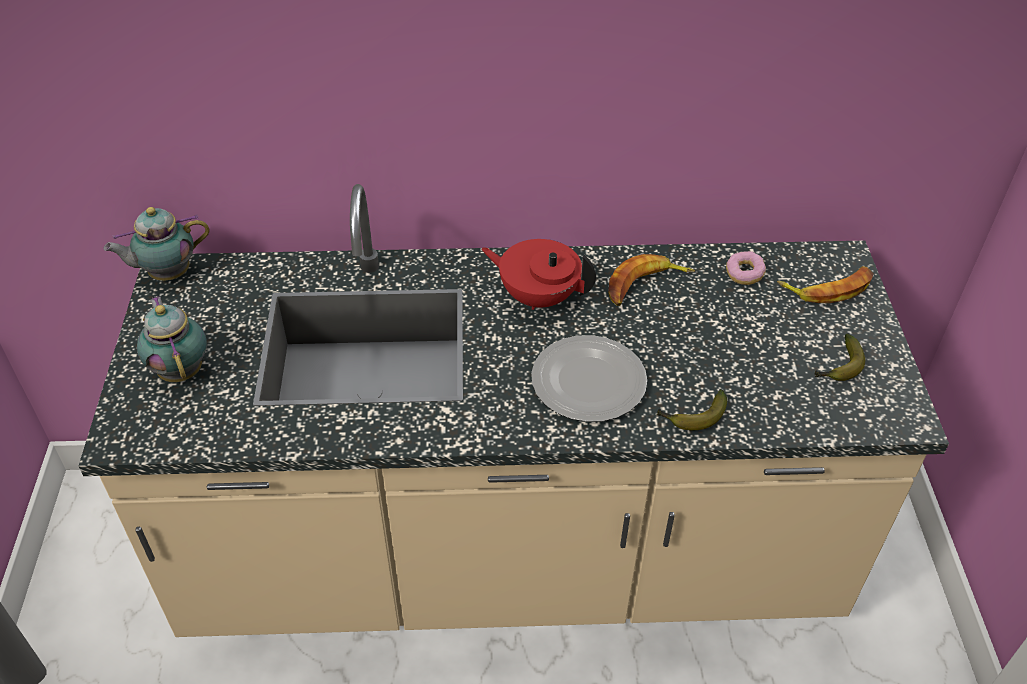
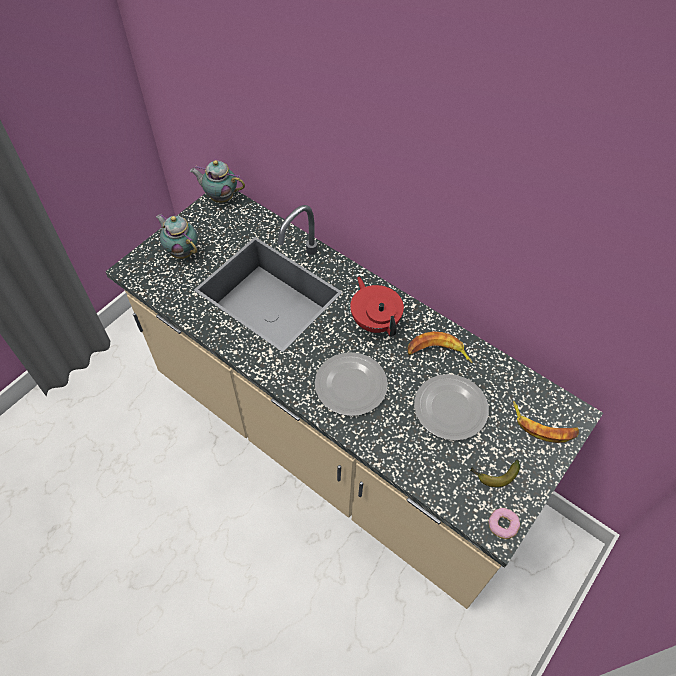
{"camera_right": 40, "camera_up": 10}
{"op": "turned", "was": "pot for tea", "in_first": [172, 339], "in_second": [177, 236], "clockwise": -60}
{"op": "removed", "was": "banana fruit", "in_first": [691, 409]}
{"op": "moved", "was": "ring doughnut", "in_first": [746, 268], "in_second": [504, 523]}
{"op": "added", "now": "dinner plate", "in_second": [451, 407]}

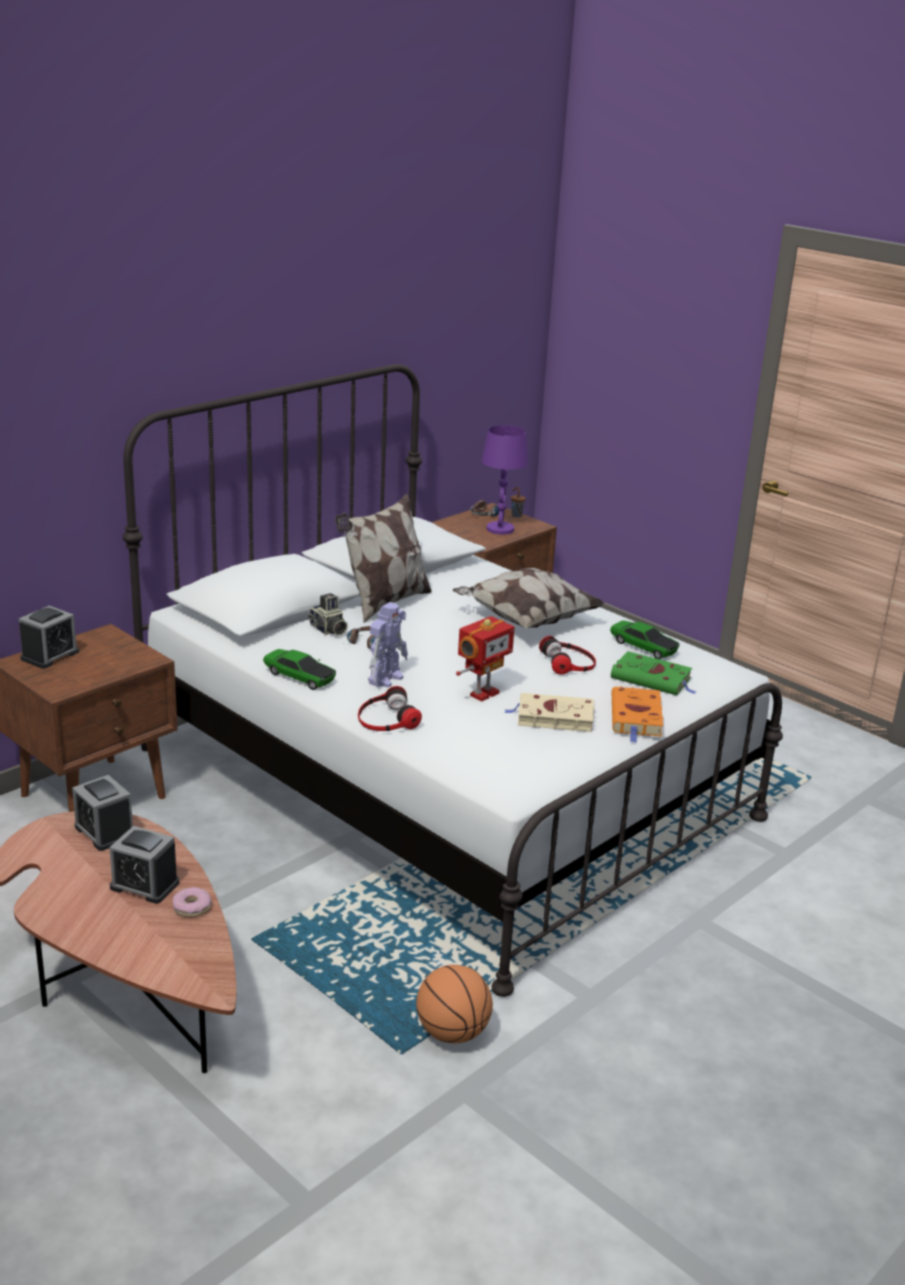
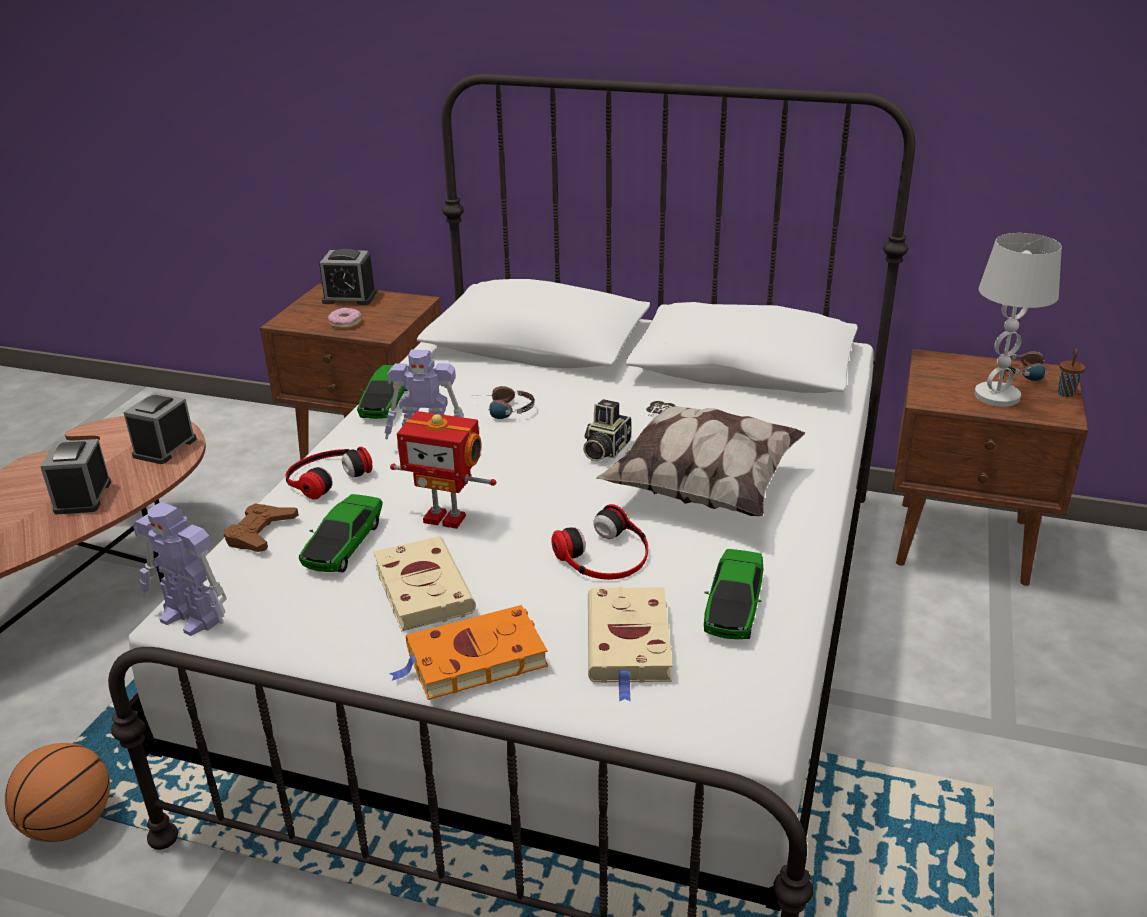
{"camera_right": 65, "camera_up": 5}
{"op": "moved", "was": "ring doughnut", "in_first": [191, 902], "in_second": [344, 318]}
{"op": "moved", "was": "still camera", "in_first": [328, 614], "in_second": [607, 430]}
{"op": "removed", "was": "pillow", "in_first": [383, 558]}
{"op": "recoloured", "was": "purple tabletop lamp", "now": "whitish tabletop lamp", "in_first": [505, 480], "in_second": [1018, 320]}
{"op": "recoloured", "was": "green volume", "now": "beige-coloured volume", "in_first": [653, 673], "in_second": [630, 644]}
{"op": "added", "now": "robot figure", "in_second": [180, 569]}
{"op": "added", "now": "brownish gamepad", "in_second": [261, 527]}
{"op": "added", "now": "toy car", "in_second": [341, 533]}

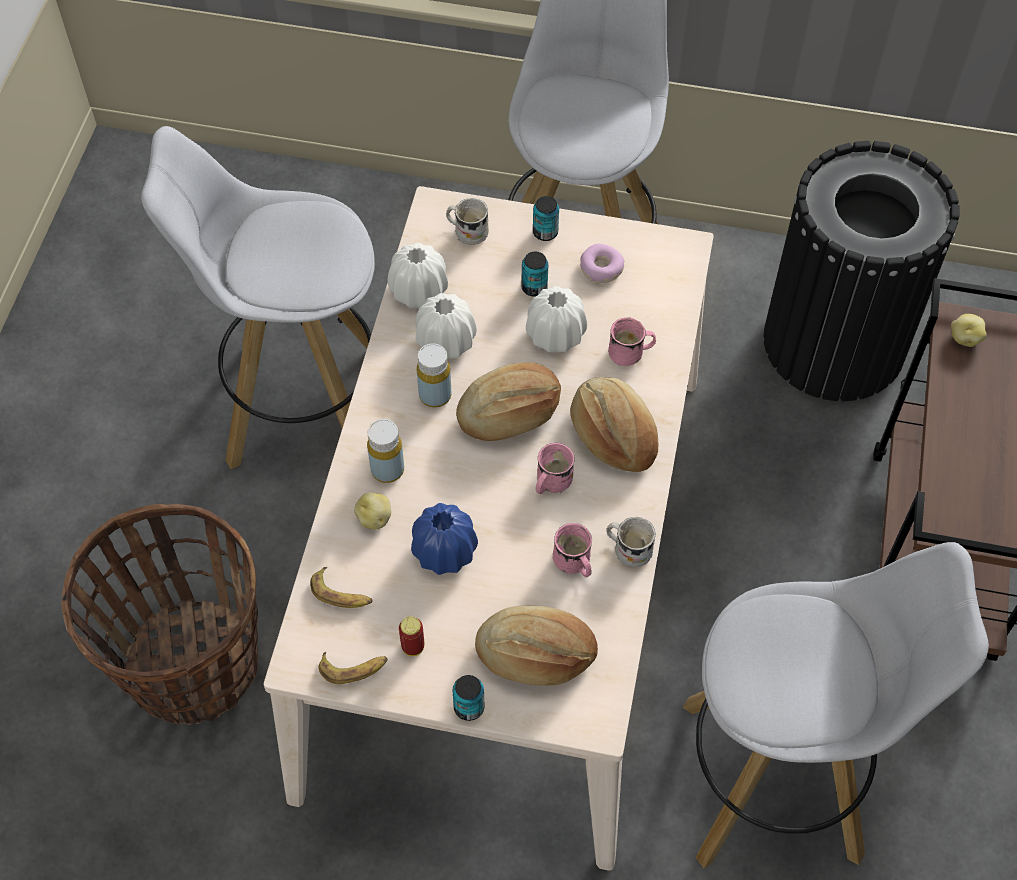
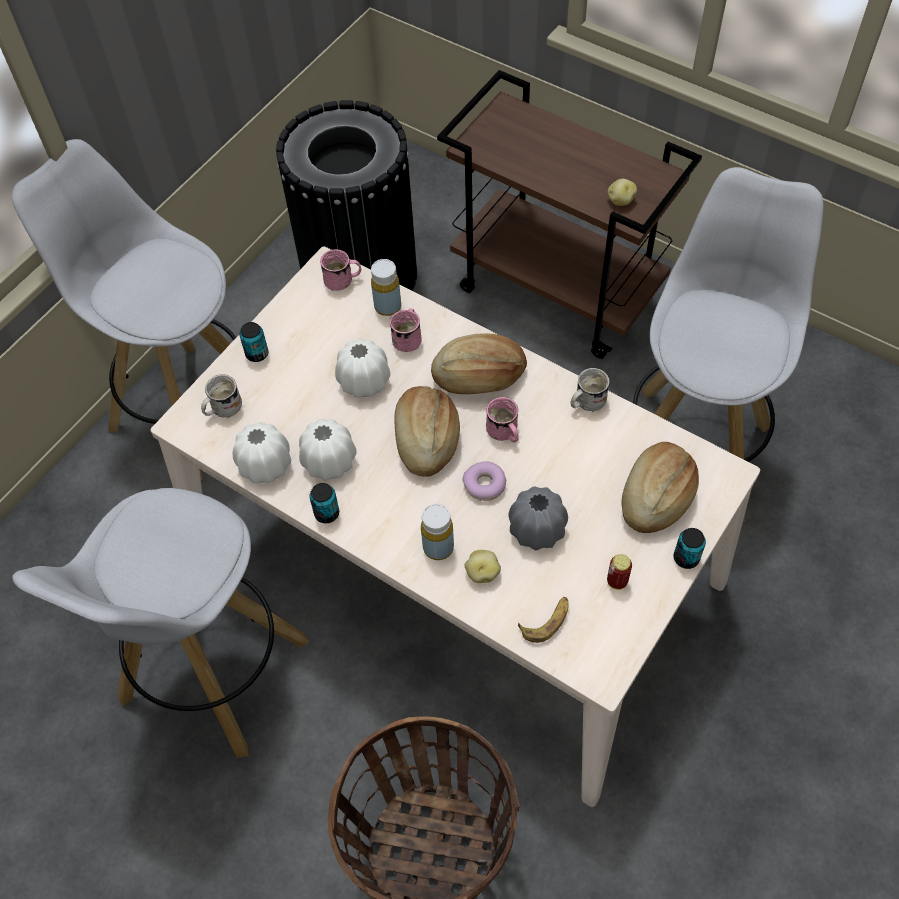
{"camera_right": -65, "camera_up": 0}
{"op": "removed", "was": "banana fruit", "in_first": [353, 667]}
{"op": "recoloured", "was": "blue vase", "now": "grey vase", "in_first": [444, 539], "in_second": [538, 518]}
{"op": "moved", "was": "yellowish bottle", "in_first": [434, 375], "in_second": [386, 287]}
{"op": "moved", "was": "metal can", "in_first": [534, 274], "in_second": [324, 503]}
{"op": "moved", "was": "pink mug", "in_first": [572, 550], "in_second": [340, 270]}
{"op": "moved", "was": "ring doughnut", "in_first": [602, 263], "in_second": [484, 481]}
{"op": "moved", "was": "whole potato", "in_first": [969, 330], "in_second": [622, 192]}

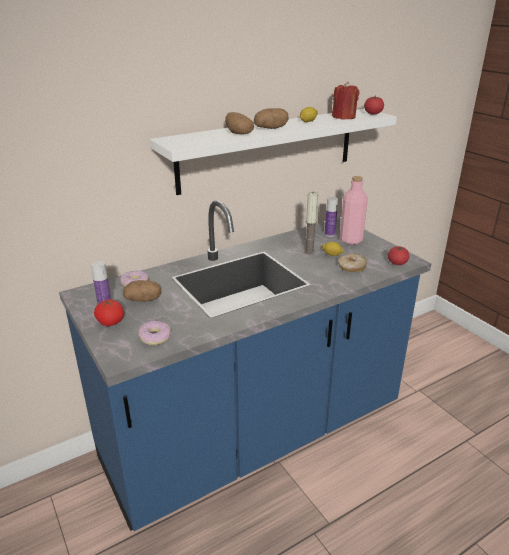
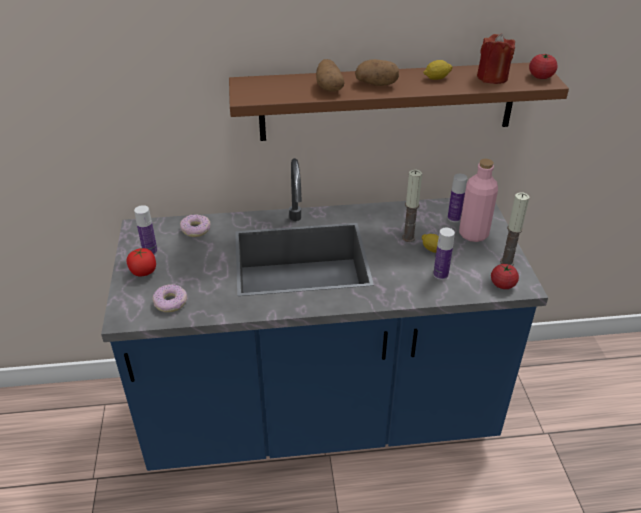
{"camera_right": 25, "camera_up": 10}
{"op": "removed", "was": "whole potato", "in_first": [142, 291]}
{"op": "recoloured", "was": "whitish shelf", "now": "brownish shelf", "in_first": [273, 152], "in_second": [399, 102]}
{"op": "replaced", "was": "ring doughnut", "now": "bottle", "in_first": [352, 262], "in_second": [444, 254]}
{"op": "added", "now": "wax light", "in_second": [514, 229]}

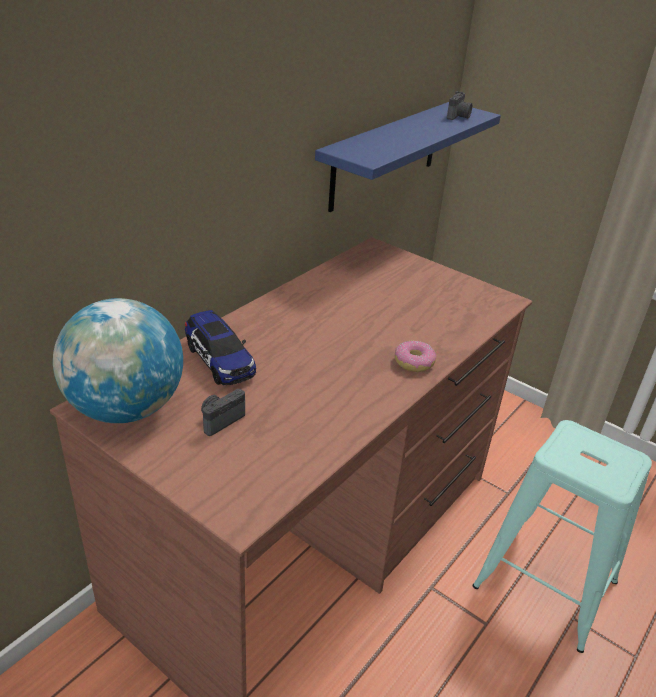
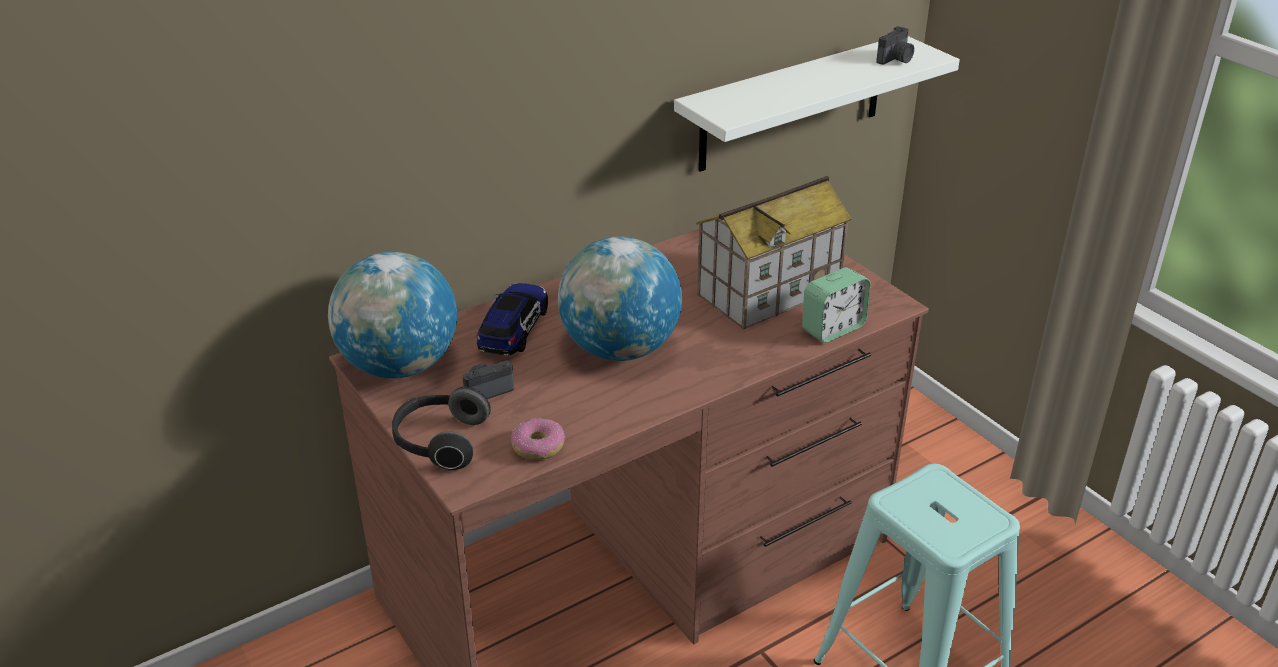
{"camera_right": 20, "camera_up": 0}
{"op": "turned", "was": "toy car", "in_first": [220, 347], "in_second": [512, 319], "clockwise": -150}
{"op": "recoloured", "was": "blue shelf", "now": "whitish shelf", "in_first": [408, 157], "in_second": [817, 104]}
{"op": "moved", "was": "ring doughnut", "in_first": [415, 356], "in_second": [538, 439]}
{"op": "added", "now": "headset", "in_second": [441, 428]}
{"op": "added", "now": "world globe", "in_second": [620, 299]}
{"op": "added", "now": "model house", "in_second": [774, 253]}
{"op": "added", "now": "bedside clock", "in_second": [836, 305]}

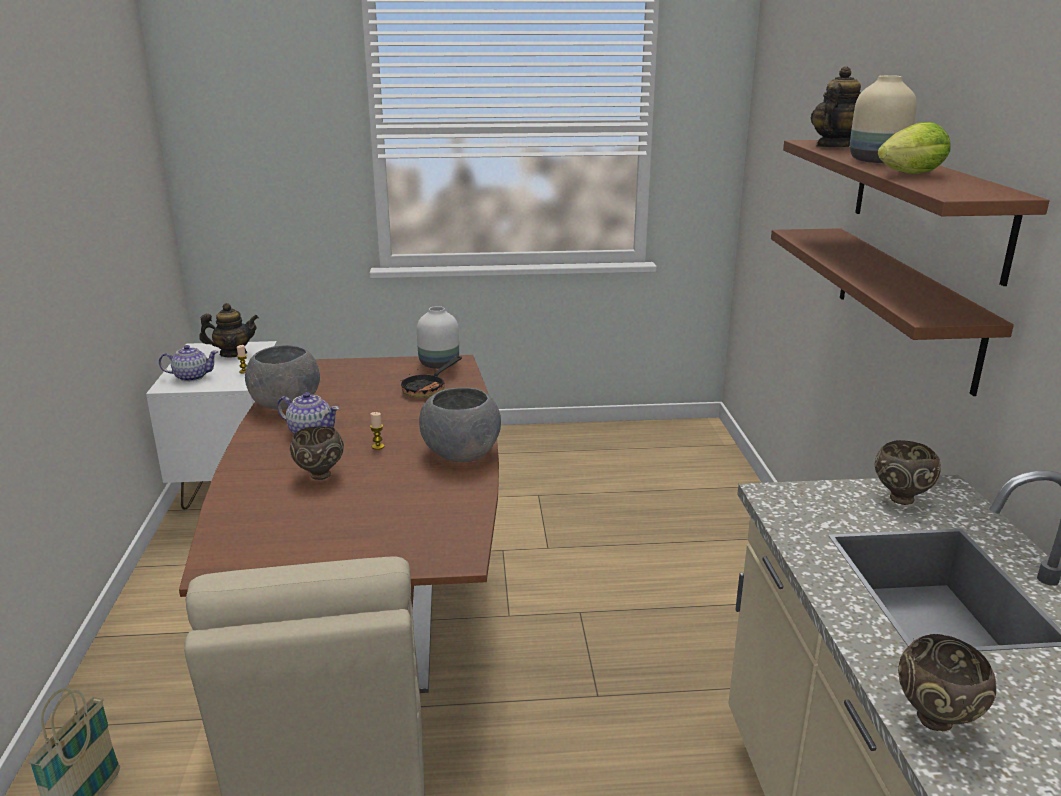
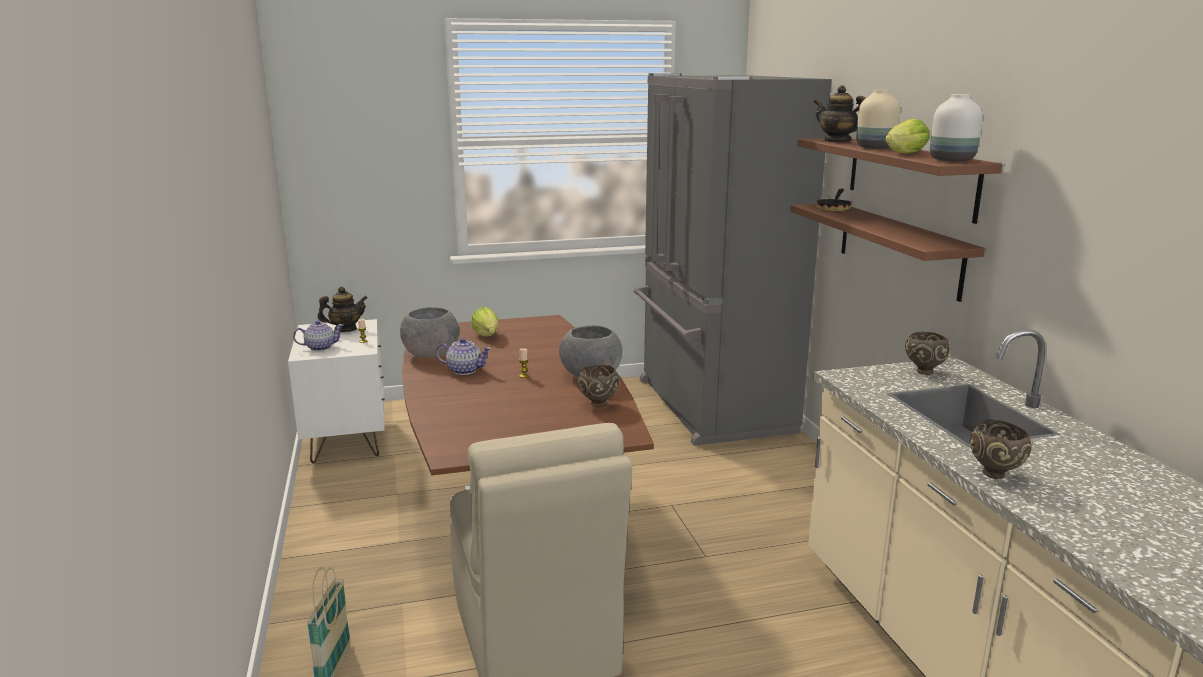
{"camera_right": -10, "camera_up": -5}
{"op": "moved", "was": "brownish bowl", "in_first": [317, 453], "in_second": [598, 386]}
{"op": "moved", "was": "skillet", "in_first": [431, 377], "in_second": [834, 200]}
{"op": "moved", "was": "whitish vase", "in_first": [438, 337], "in_second": [956, 128]}
{"op": "turned", "was": "pot for tea", "in_first": [835, 106], "in_second": [840, 114], "clockwise": -75}
{"op": "added", "now": "lettuce", "in_second": [485, 321]}
{"op": "added", "now": "grey refrigerator", "in_second": [733, 259]}

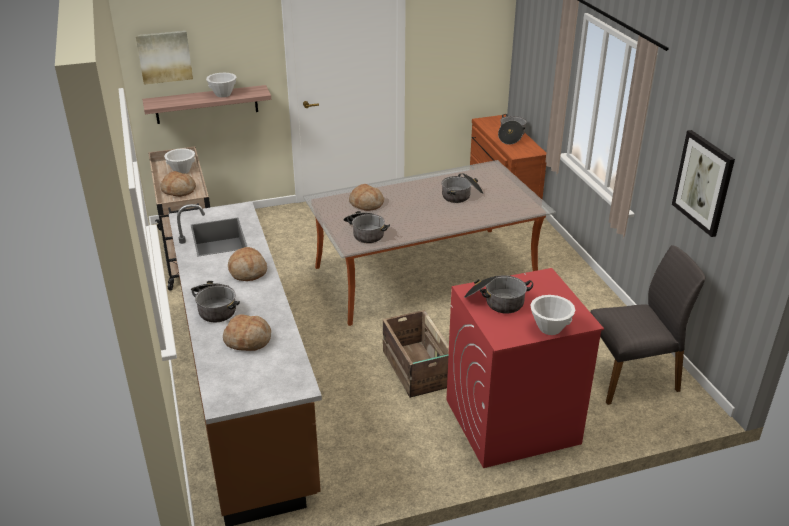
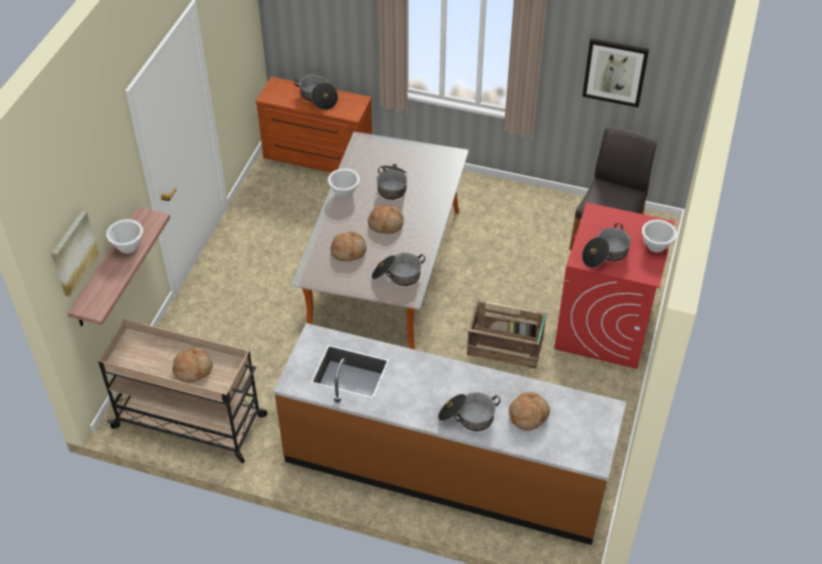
{"camera_right": -55, "camera_up": 15}
{"op": "moved", "was": "whitish bowl", "in_first": [179, 161], "in_second": [344, 183]}
{"op": "moved", "was": "bakery bread", "in_first": [247, 264], "in_second": [386, 219]}

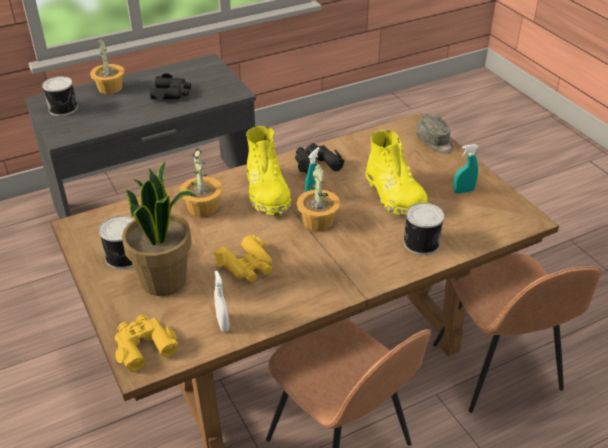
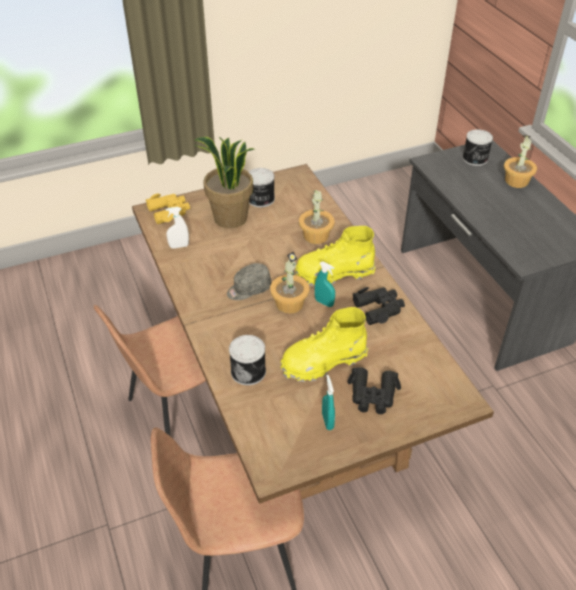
{"camera_right": 95, "camera_up": 5}
{"op": "moved", "was": "blackish field glasses", "in_first": [170, 86], "in_second": [374, 390]}
{"op": "removed", "was": "yellowish field glasses", "in_first": [243, 258]}
{"op": "moved", "was": "grey cap", "in_first": [434, 133], "in_second": [249, 281]}

